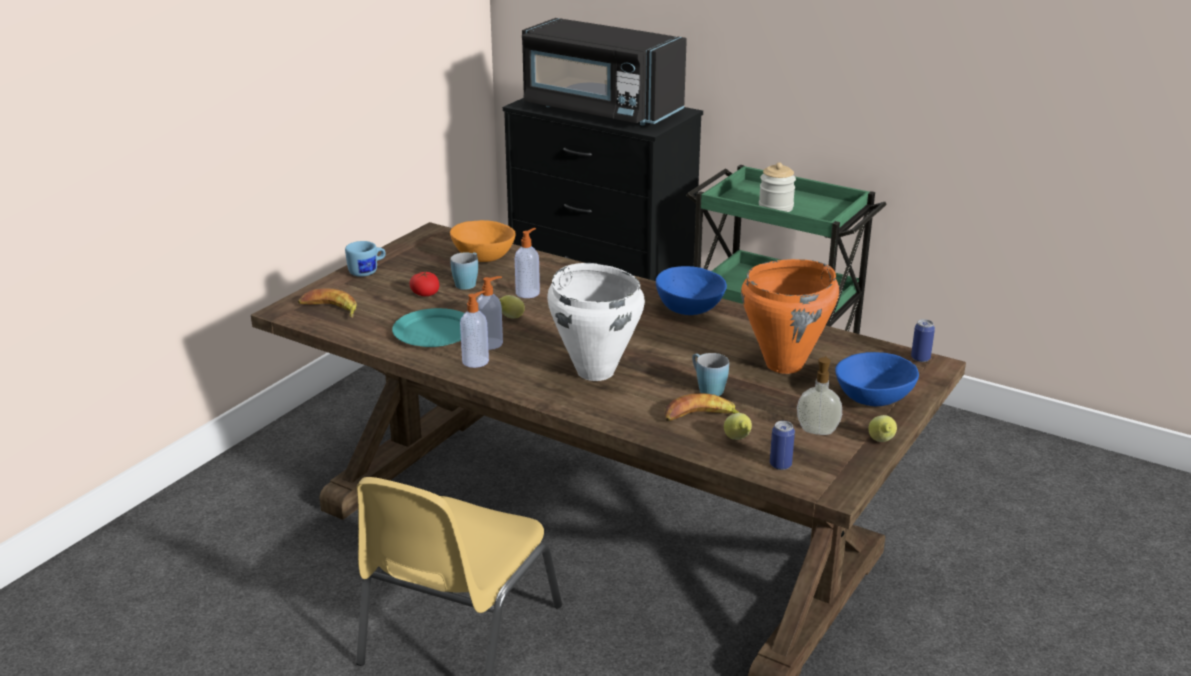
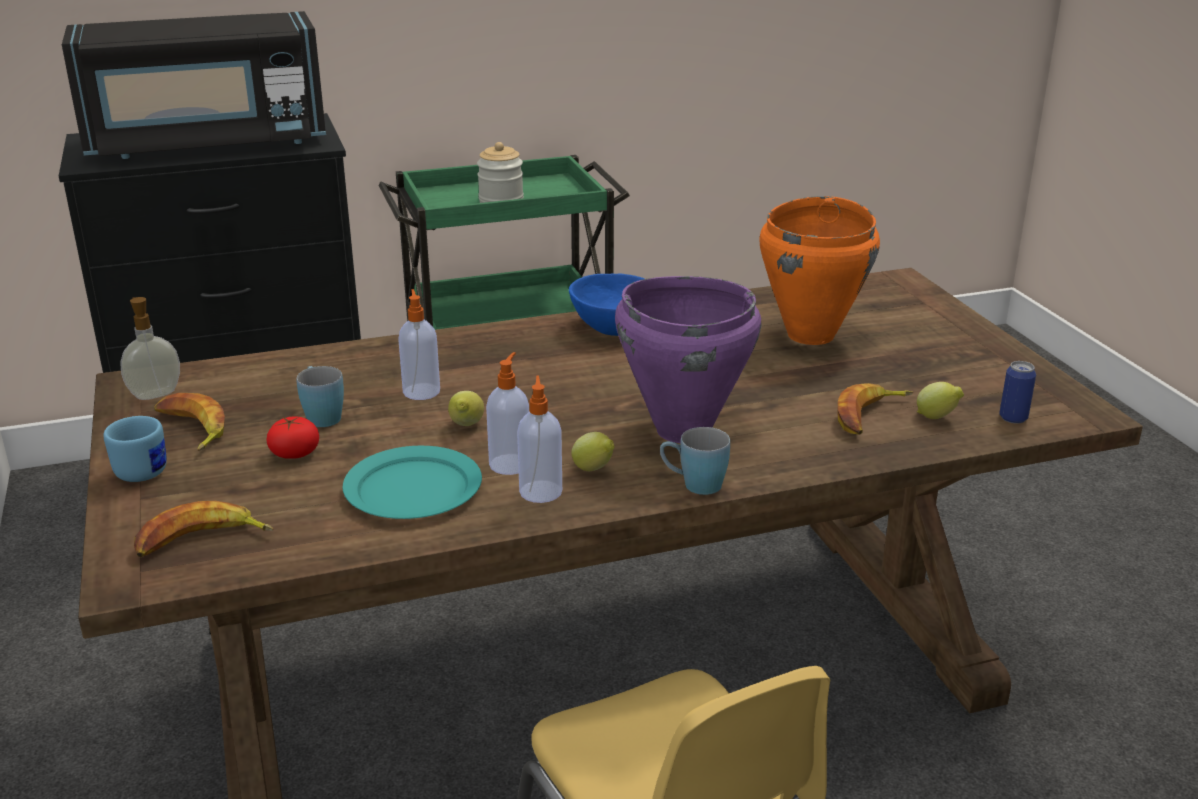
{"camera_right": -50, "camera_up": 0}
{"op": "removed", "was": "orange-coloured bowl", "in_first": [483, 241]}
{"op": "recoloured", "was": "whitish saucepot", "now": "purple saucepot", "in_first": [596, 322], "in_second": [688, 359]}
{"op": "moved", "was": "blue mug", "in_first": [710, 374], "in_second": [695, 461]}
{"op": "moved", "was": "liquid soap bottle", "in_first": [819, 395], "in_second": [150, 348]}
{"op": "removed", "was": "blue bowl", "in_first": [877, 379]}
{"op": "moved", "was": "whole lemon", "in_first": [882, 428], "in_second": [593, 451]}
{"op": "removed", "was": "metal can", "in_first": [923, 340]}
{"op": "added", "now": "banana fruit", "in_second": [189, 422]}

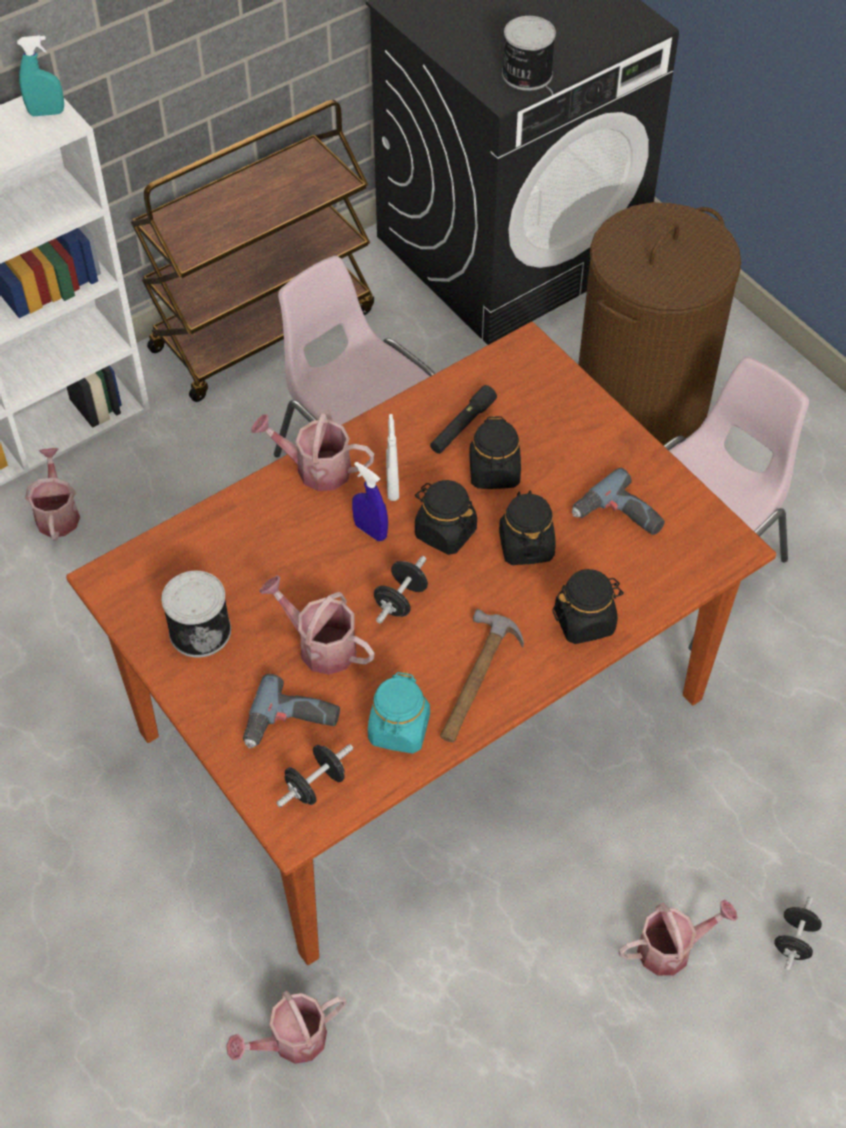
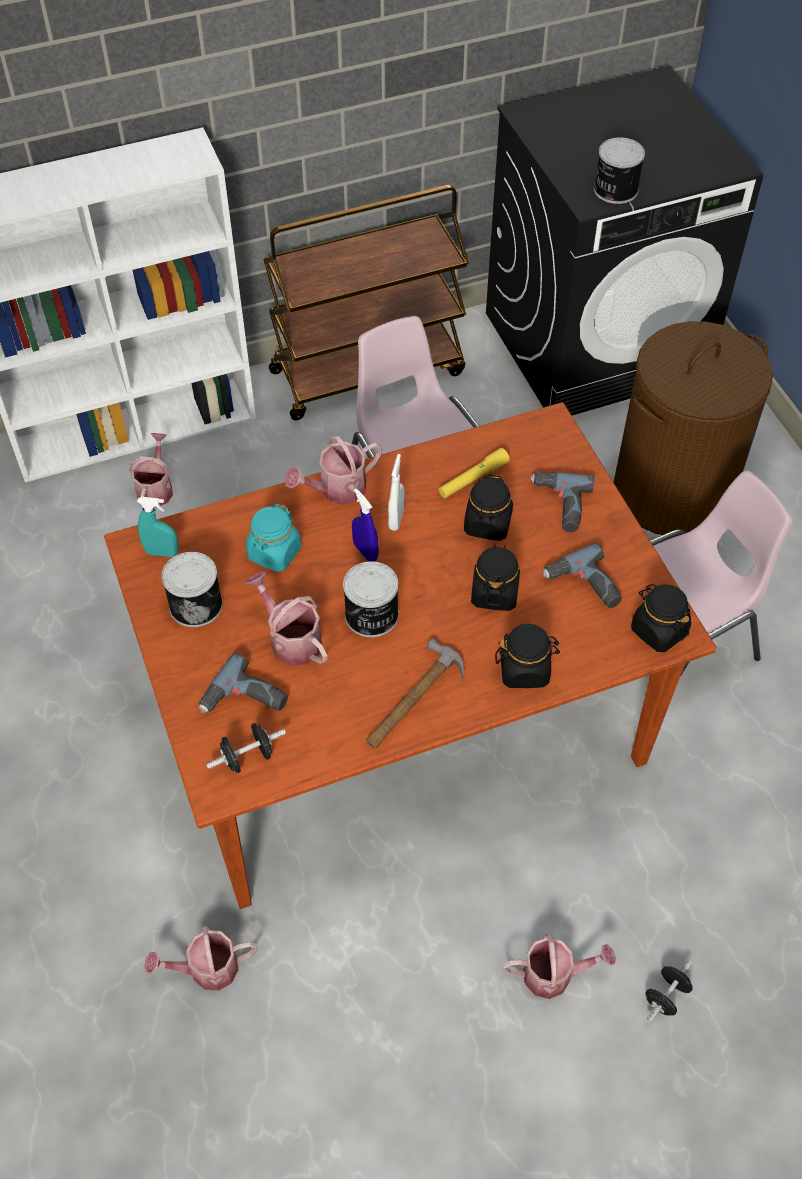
{"camera_right": 15, "camera_up": 0}
{"op": "moved", "was": "turquoise sprayer", "in_first": [40, 75], "in_second": [157, 527]}
{"op": "turned", "was": "watering can", "in_first": [312, 450], "in_second": [333, 469], "clockwise": -60}
{"op": "moved", "was": "turquoise jar", "in_first": [399, 713], "in_second": [273, 538]}
{"op": "replaced", "was": "blackish free weight", "now": "metal can", "in_first": [401, 589], "in_second": [371, 599]}
{"op": "moved", "was": "blackish jar", "in_first": [446, 517], "in_second": [661, 618]}
{"op": "recoloured", "was": "blackish torch", "now": "yellowish torch", "in_first": [463, 419], "in_second": [474, 473]}
{"op": "added", "now": "electric drill", "in_second": [562, 502]}

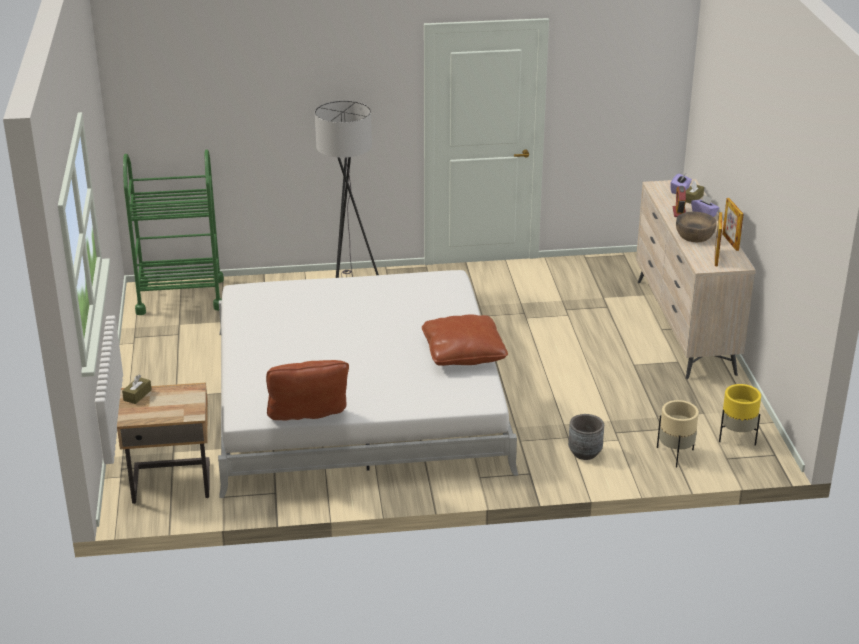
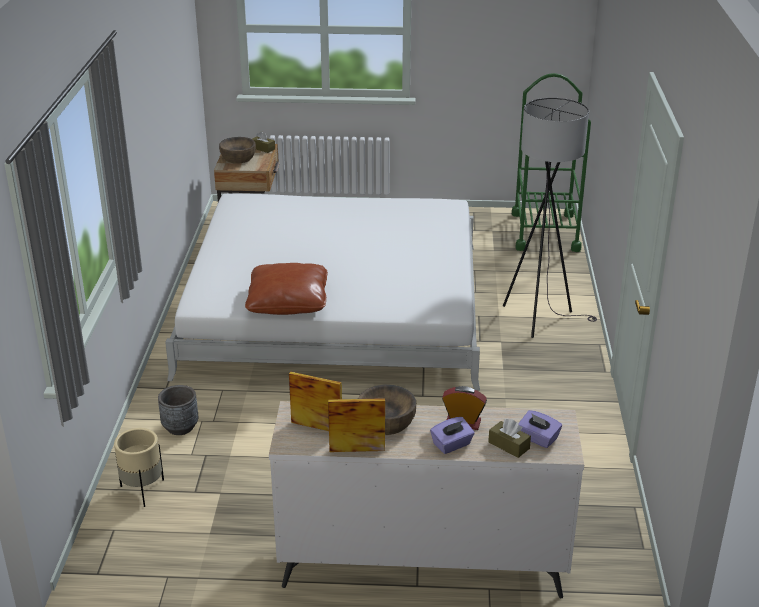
{"camera_right": 100, "camera_up": 0}
{"op": "removed", "was": "brownish pillow", "in_first": [307, 390]}
{"op": "removed", "was": "yellowish flower pot", "in_first": [740, 415]}
{"op": "added", "now": "brownish bowl", "in_second": [237, 150]}

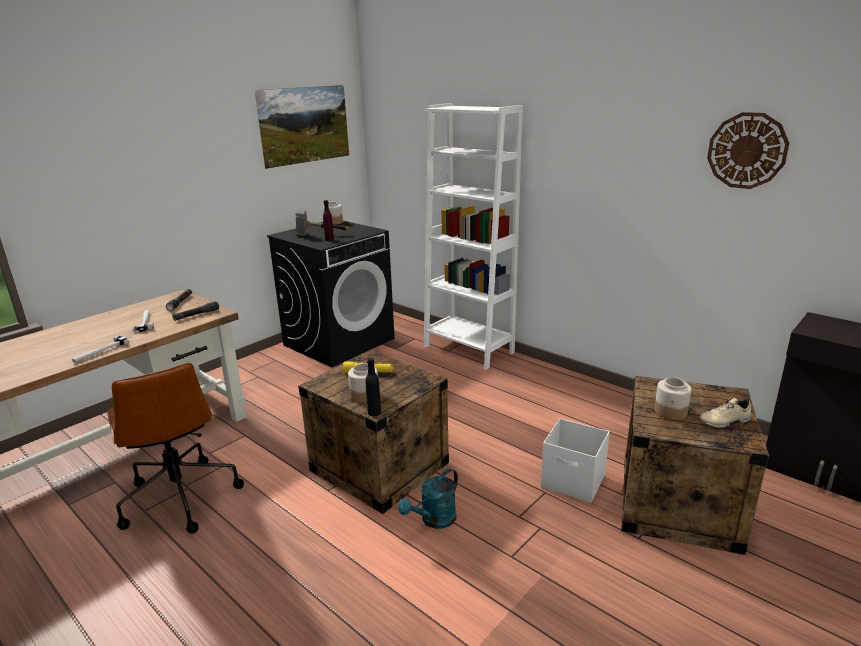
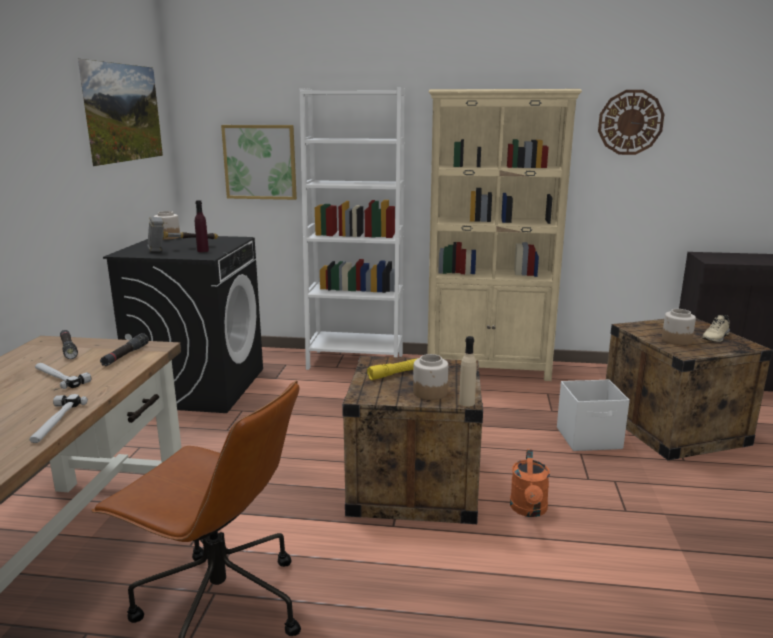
{"camera_right": -35, "camera_up": -5}
{"op": "recoloured", "was": "blackish bottle", "now": "beige-coloured bottle", "in_first": [373, 387], "in_second": [468, 371]}
{"op": "recoloured", "was": "turquoise watering can", "now": "orange-coloured watering can", "in_first": [428, 498], "in_second": [530, 483]}
{"op": "added", "now": "wall art", "in_second": [259, 162]}
{"op": "added", "now": "beige-coloured bookshelf", "in_second": [504, 235]}

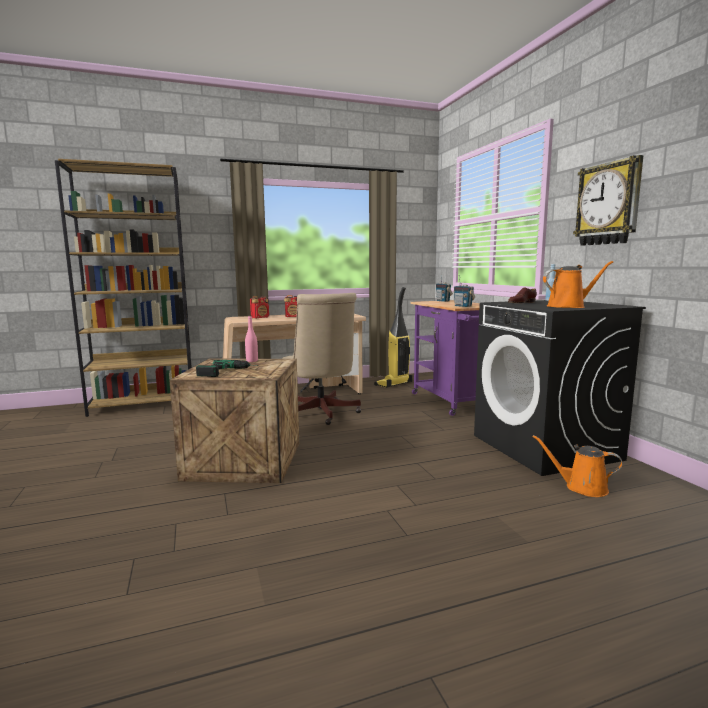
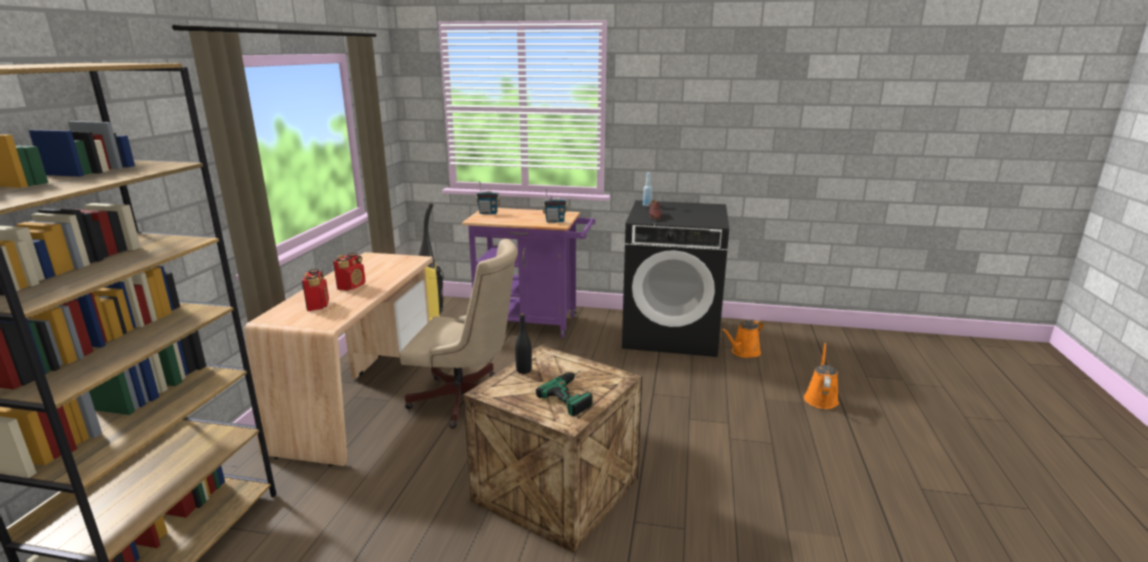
{"camera_right": -60, "camera_up": 10}
{"op": "recoloured", "was": "pink bottle", "now": "blackish bottle", "in_first": [251, 338], "in_second": [523, 343]}
{"op": "moved", "was": "orange-coloured watering can", "in_first": [578, 284], "in_second": [821, 376]}
{"op": "removed", "was": "hanging clock", "in_first": [608, 200]}

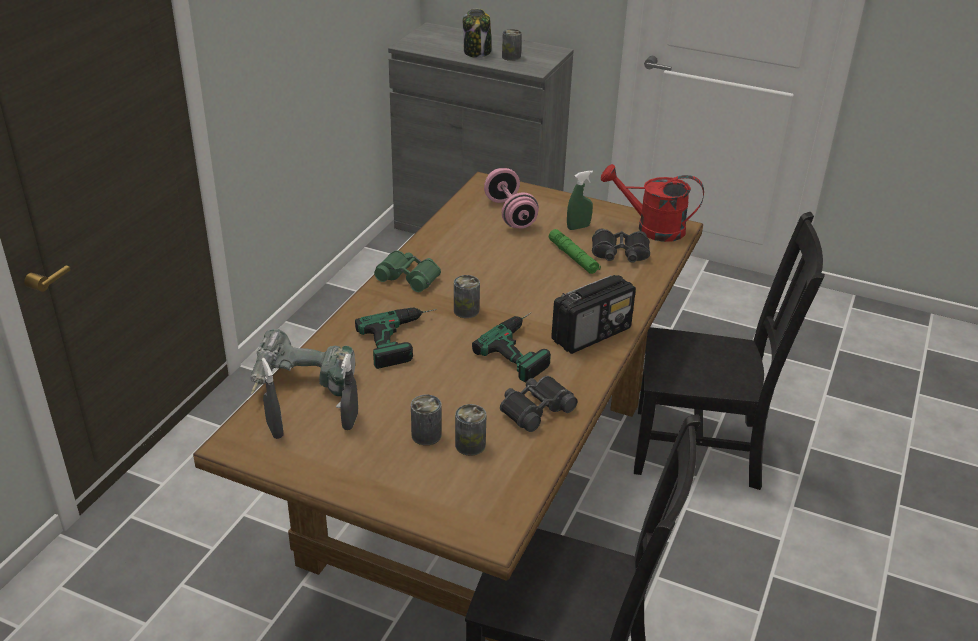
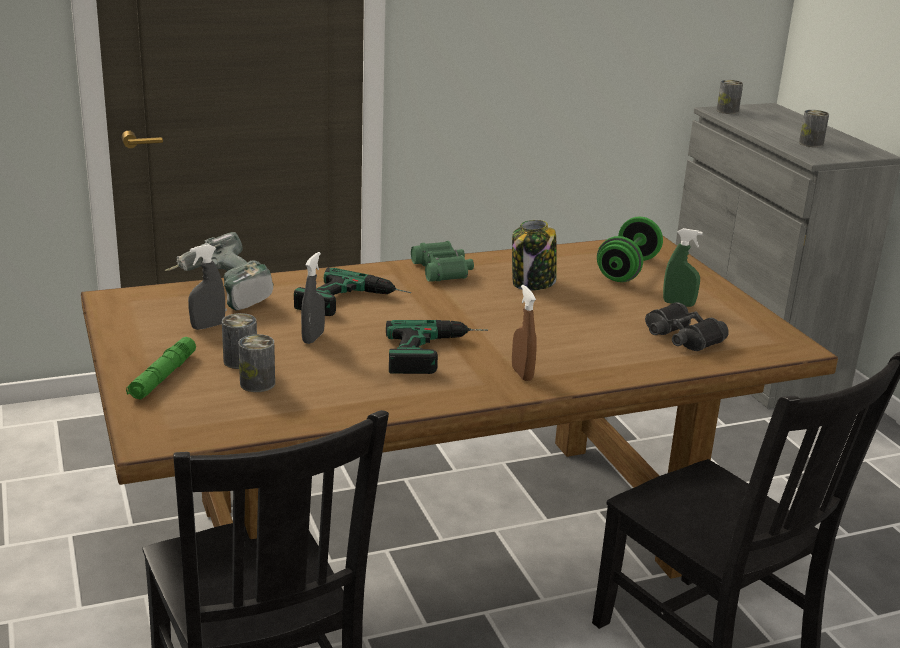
{"camera_right": 45, "camera_up": -10}
{"op": "moved", "was": "grey sprayer", "in_first": [272, 398], "in_second": [313, 298]}
{"op": "moved", "was": "metal can", "in_first": [467, 296], "in_second": [730, 97]}
{"op": "moved", "was": "jar", "in_first": [477, 33], "in_second": [534, 255]}
{"op": "recoloured", "was": "pink free weight", "now": "green free weight", "in_first": [511, 198], "in_second": [630, 249]}
{"op": "removed", "was": "blackish field glasses", "in_first": [538, 404]}
{"op": "moved", "was": "green torch", "in_first": [575, 251], "in_second": [161, 368]}
{"op": "replaced", "was": "radio set", "now": "brownish sprayer", "in_first": [593, 314], "in_second": [524, 333]}
{"op": "removed", "was": "red watering can", "in_first": [652, 203]}

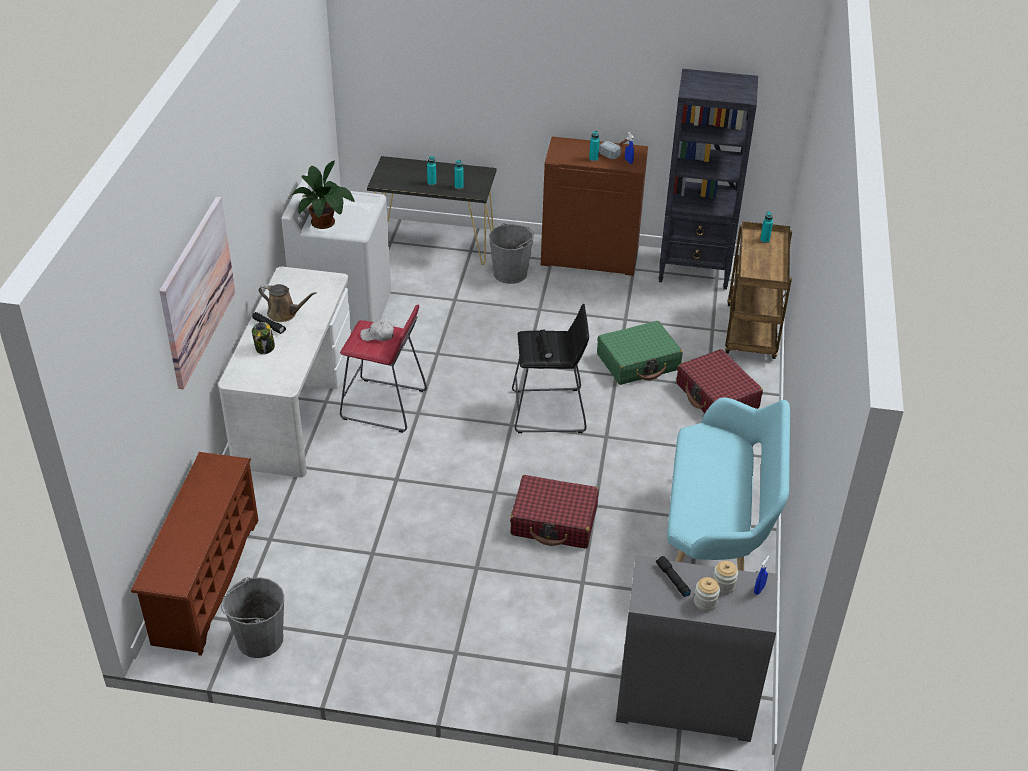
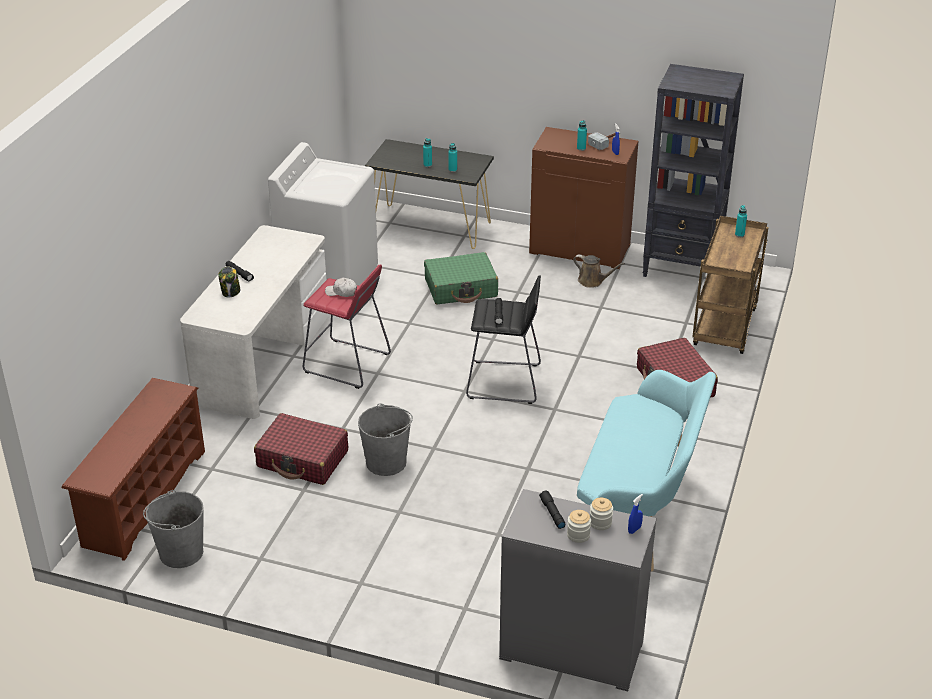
{"camera_right": 10, "camera_up": -5}
{"op": "removed", "was": "wall art", "in_first": [197, 293]}
{"op": "moved", "was": "brownish watering can", "in_first": [288, 303], "in_second": [599, 271]}
{"op": "removed", "was": "houseplant", "in_first": [322, 195]}
{"op": "moved", "was": "grey pail", "in_first": [511, 253], "in_second": [385, 440]}
{"op": "moved", "was": "red suitcase", "in_first": [554, 512], "in_second": [301, 449]}
{"op": "moved", "was": "green suitcase", "in_first": [639, 353], "in_second": [461, 278]}

